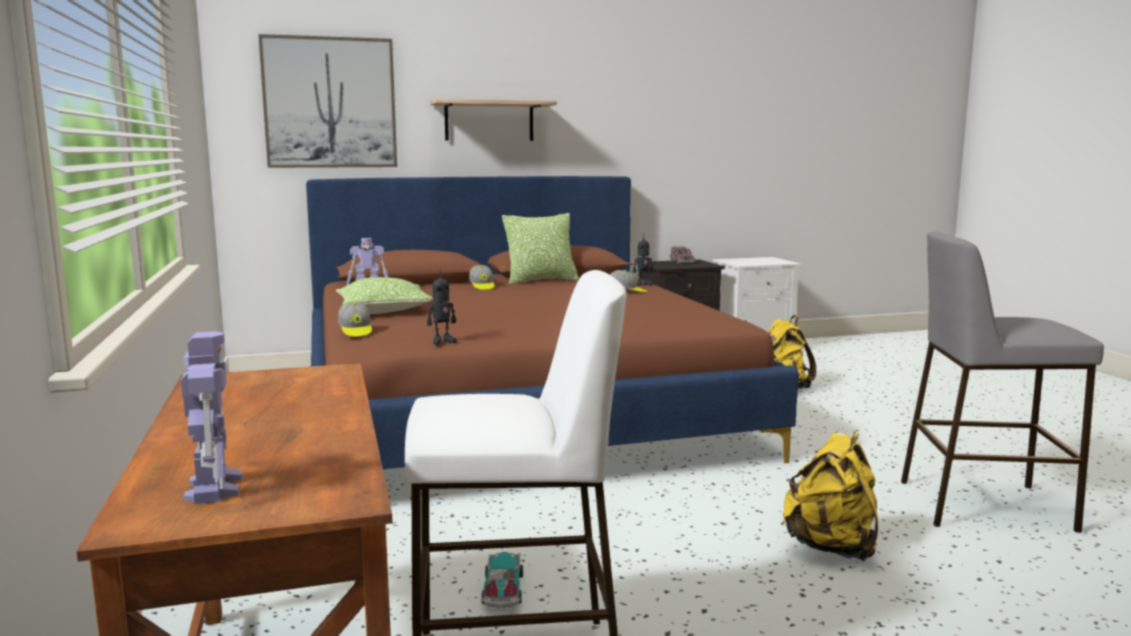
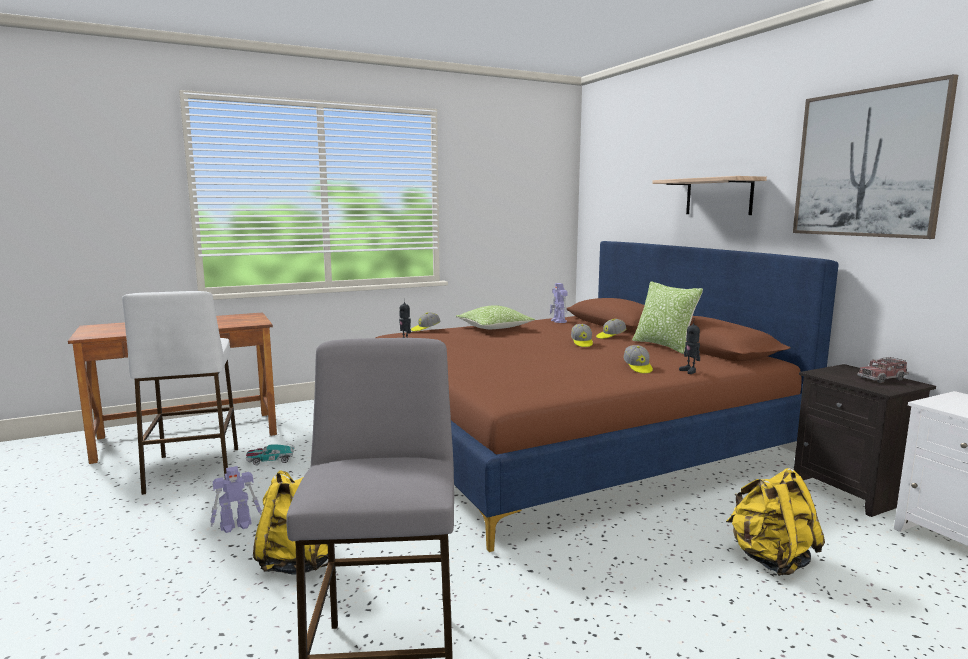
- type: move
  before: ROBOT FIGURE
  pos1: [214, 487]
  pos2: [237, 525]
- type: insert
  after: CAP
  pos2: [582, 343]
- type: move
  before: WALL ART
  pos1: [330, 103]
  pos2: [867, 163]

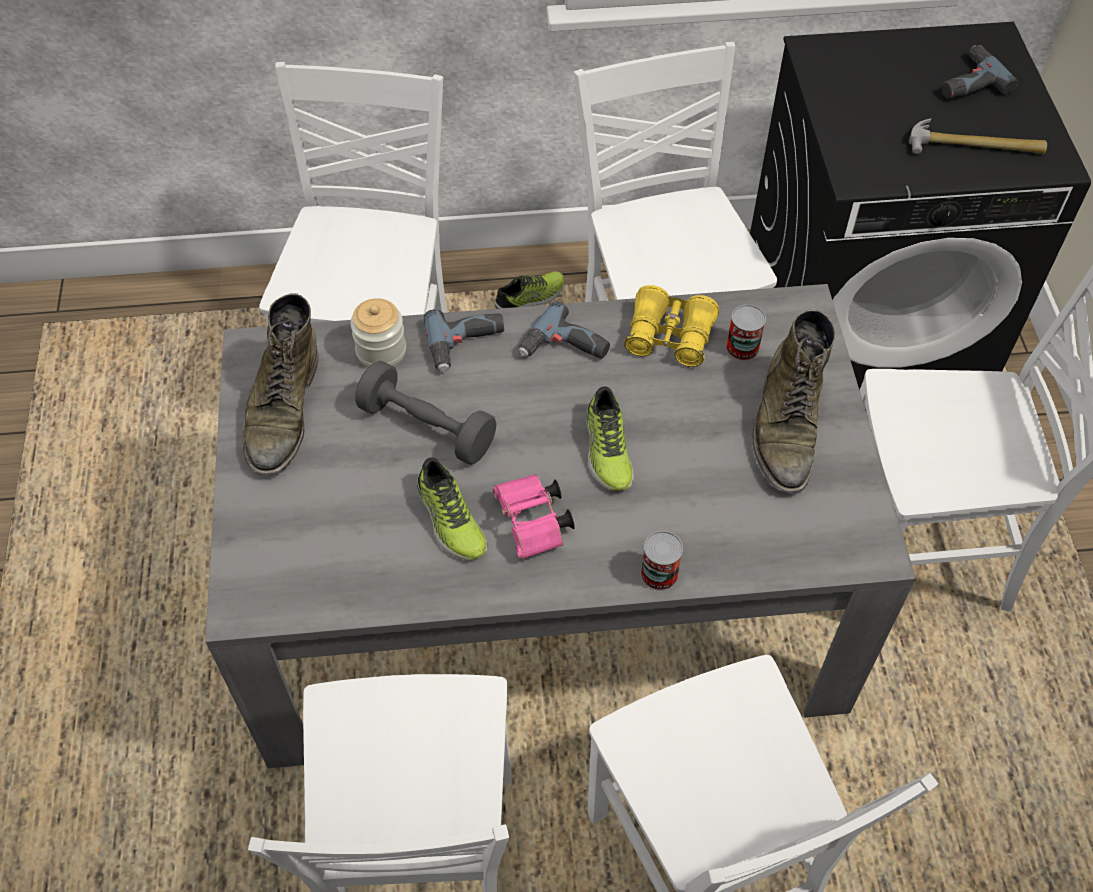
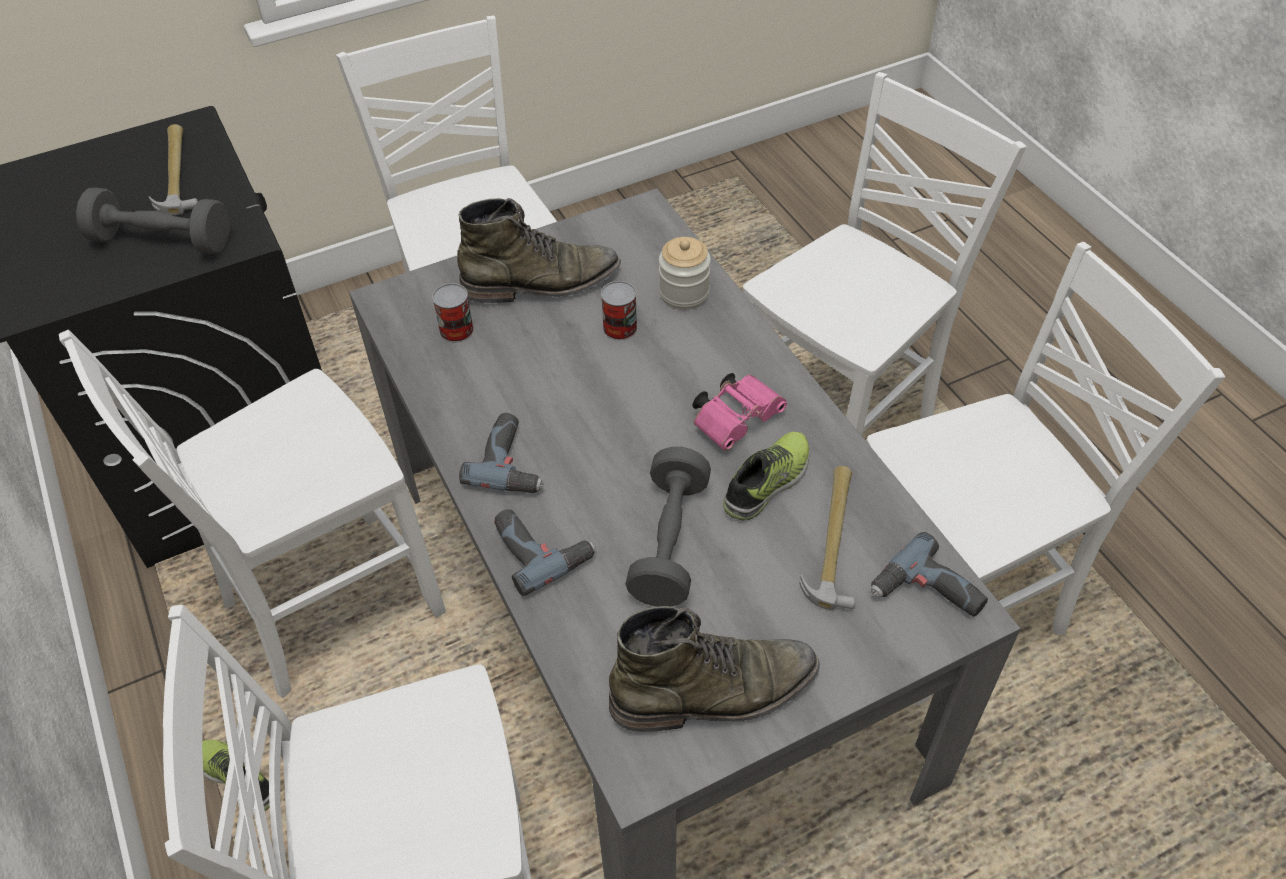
- type: insert
  after: GRAY HAND WEIGHT
  pos2: [162, 241]
- type: move
  before: SEALED CAN
  pos1: [659, 574]
  pos2: [620, 328]
- type: move
  before: STORAGE JAR
  pos1: [381, 351]
  pos2: [684, 293]
- type: insert
  after: HAMMER
  pos2: [834, 539]
- type: move
  before: POWER DRILL
  pos1: [967, 81]
  pos2: [927, 595]
- type: delete
  before: LOW SHOE
  pos1: [606, 449]
- type: delete
  before: YELLOW PAIR OF BINOCULARS
  pos1: [669, 336]

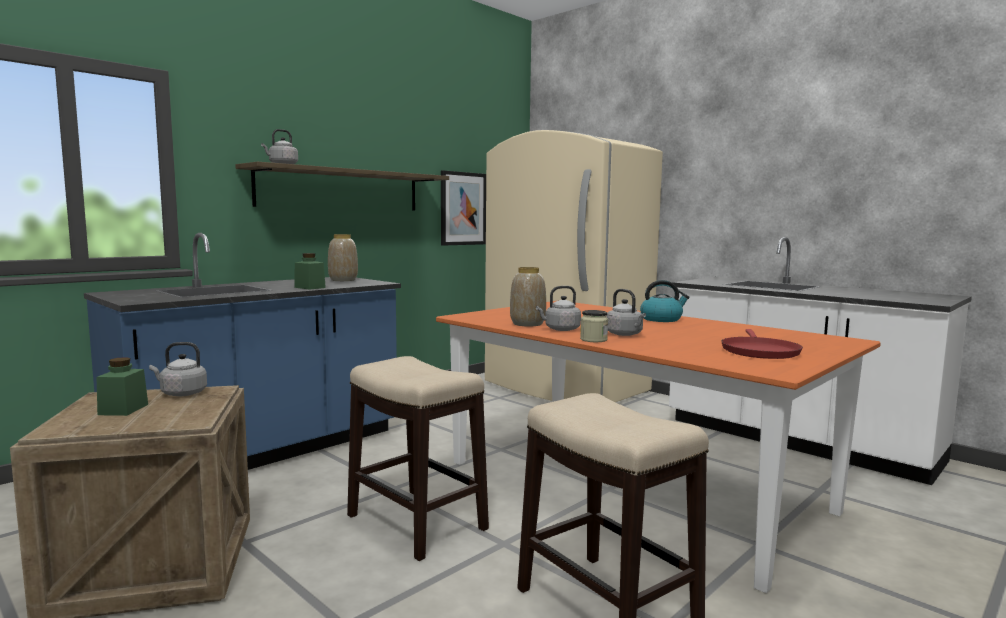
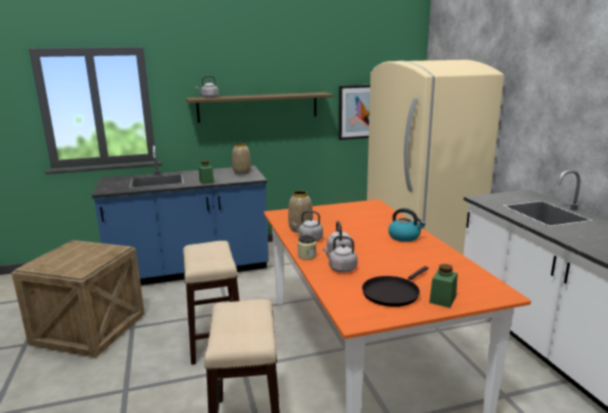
- type: move
  before: GRAY TEA KETTLE
  pos1: [181, 393]
  pos2: [341, 268]
- type: recolor
  before: REDDISH PAN
  after: BLACKISH PAN
  pos1: [758, 351]
  pos2: [392, 293]
- type: move
  before: GREEN STORAGE JAR
  pos1: [123, 409]
  pos2: [442, 299]

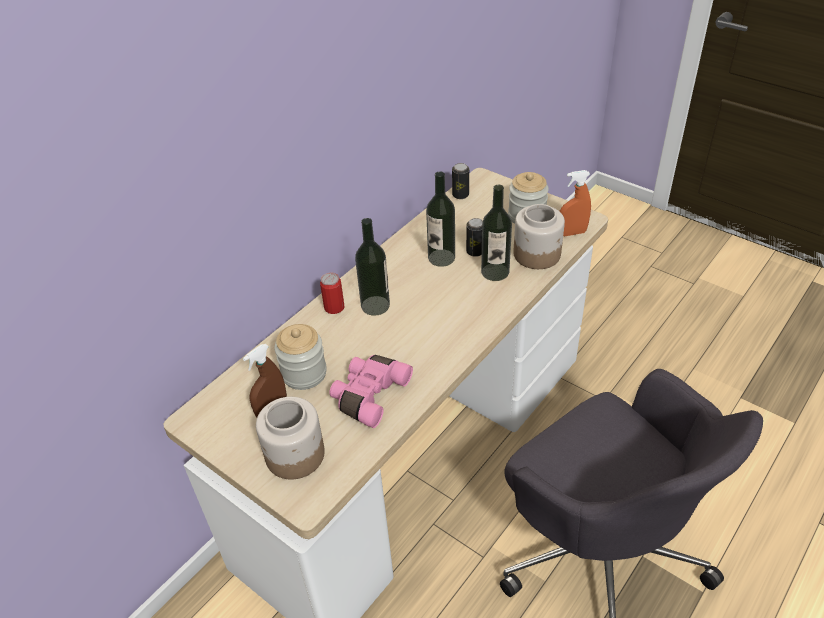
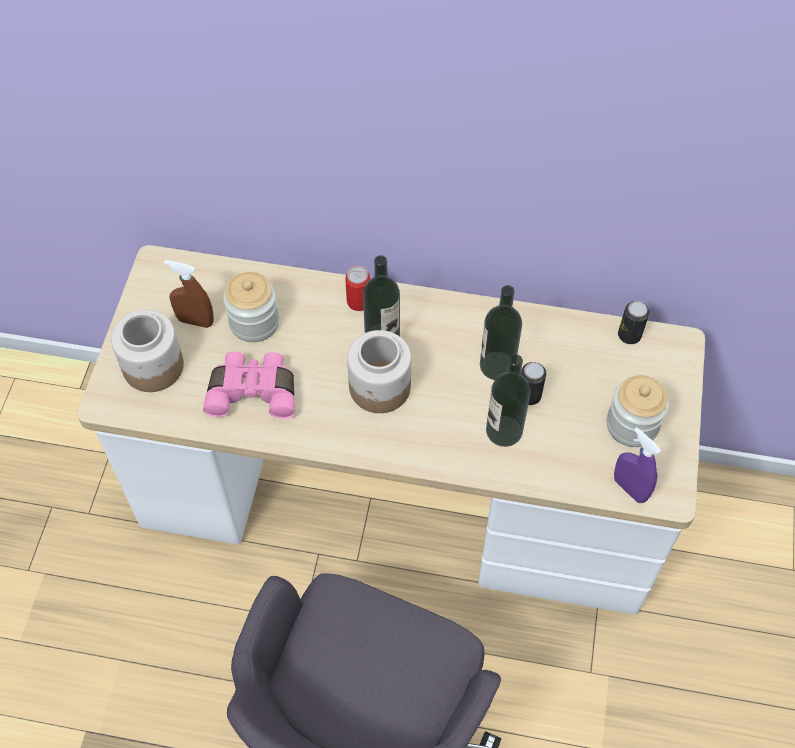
- type: move
  before: STORAGE JAR
  pos1: [537, 254]
  pos2: [380, 387]
- type: recolor
  before: ORANGE-COLOURED SPRAYER
  after: PURPLISH SPRAYER
  pos1: [572, 233]
  pos2: [629, 488]

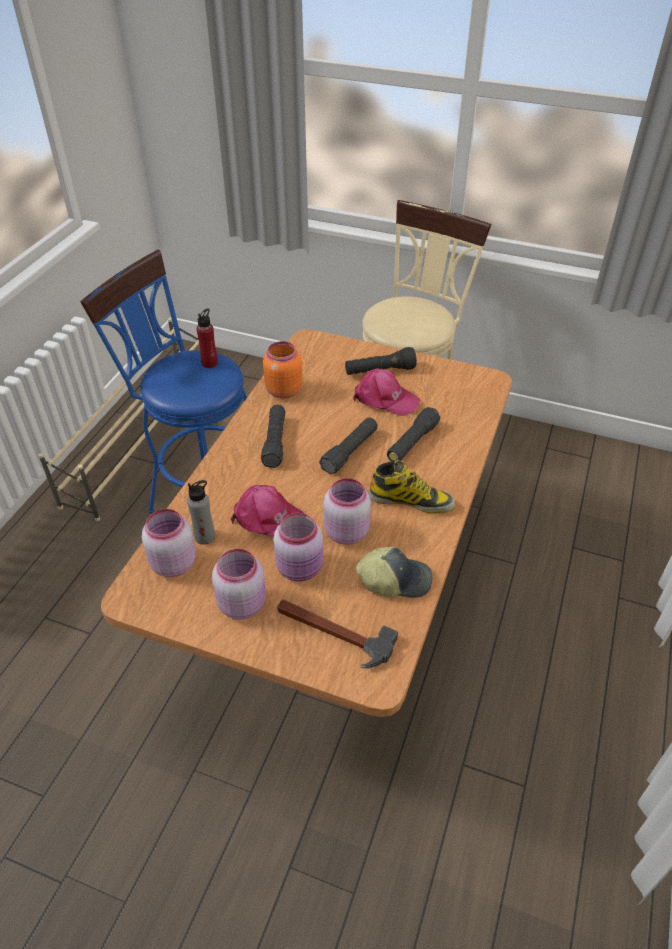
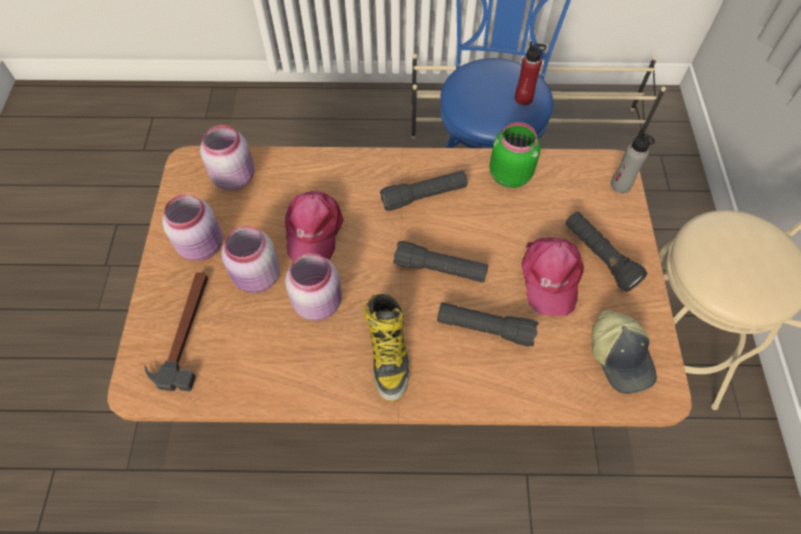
- type: recolor
  before: ORANGE-COLOURED STORAGE JAR
  after: GREEN STORAGE JAR
  pos1: [282, 391]
  pos2: [509, 174]
- type: move
  before: CAP
  pos1: [395, 579]
  pos2: [621, 357]
- type: move
  before: GRAY DRINK BOTTLE
  pos1: [205, 536]
  pos2: [620, 185]

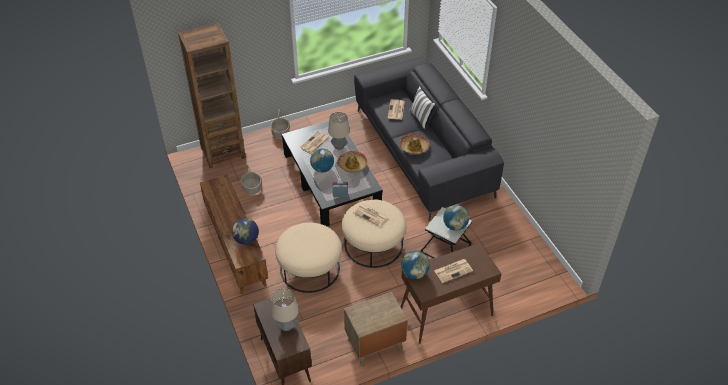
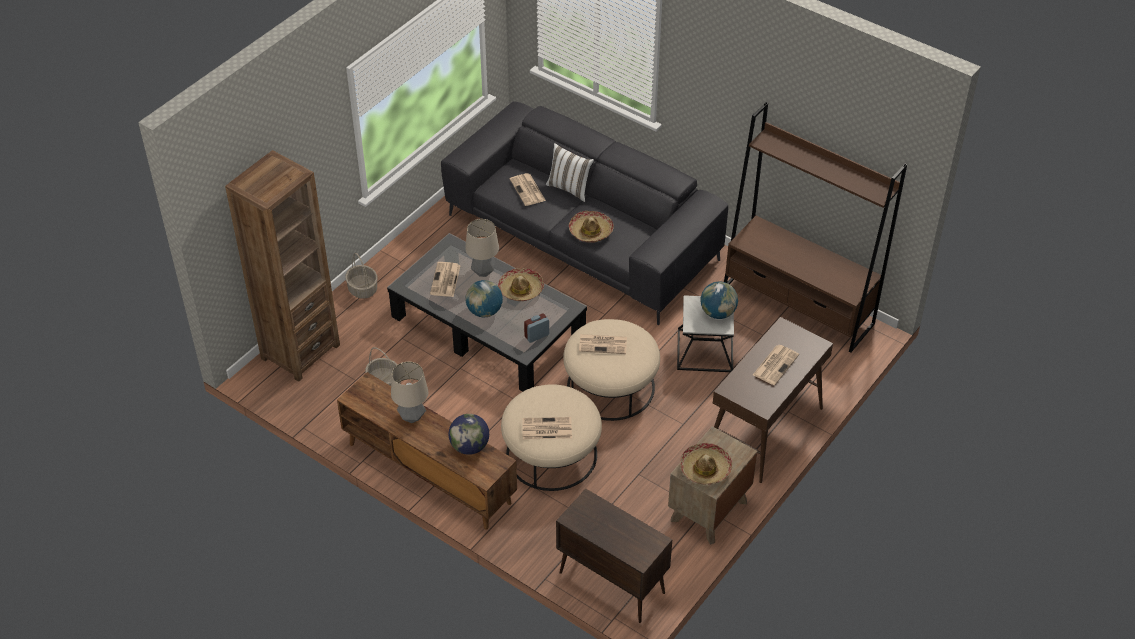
- type: move
  before: TABLETOP LAMP
  pos1: [286, 326]
  pos2: [412, 417]
- type: insert
  after: PRINTED PAPER
  pos2: [546, 429]
- type: insert
  after: WEARABLE HAT
  pos2: [705, 469]
- type: insert
  after: BROWN-COLOURED SHELVING UNIT
  pos2: [798, 306]
- type: delete
  before: DESK GLOBE
  pos1: [414, 273]

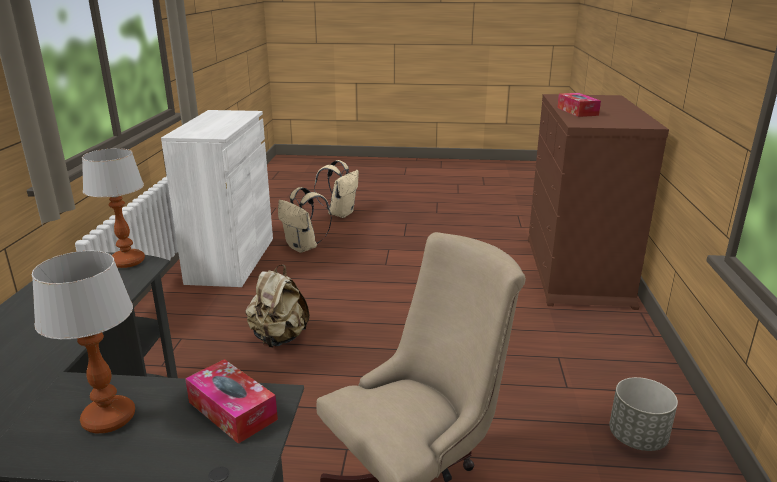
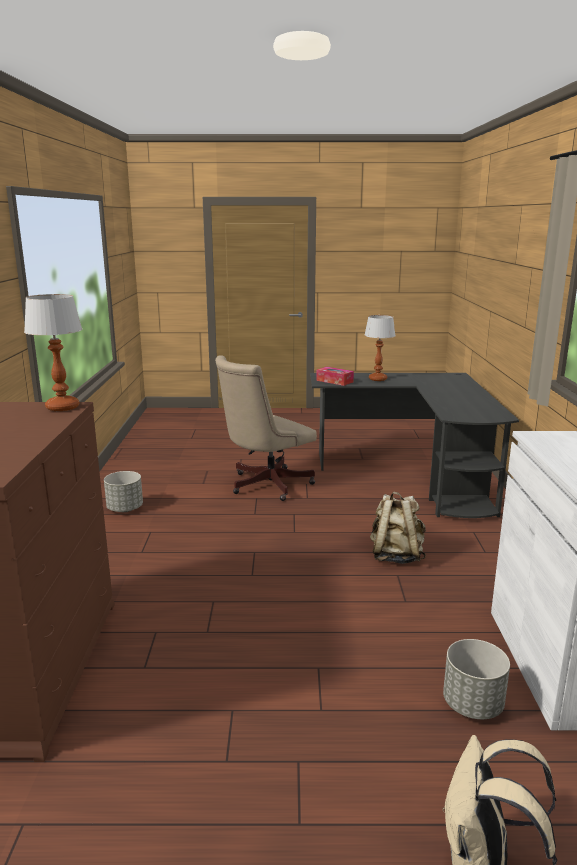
- type: move
  before: TABLETOP LAMP
  pos1: [128, 261]
  pos2: [62, 407]
- type: replace
  before: BEIGE RUCKSACK
  after: GRAY PLANT POT
  pos1: [304, 247]
  pos2: [472, 704]
- type: delete
  before: BOX OF TISSUES
  pos1: [577, 111]

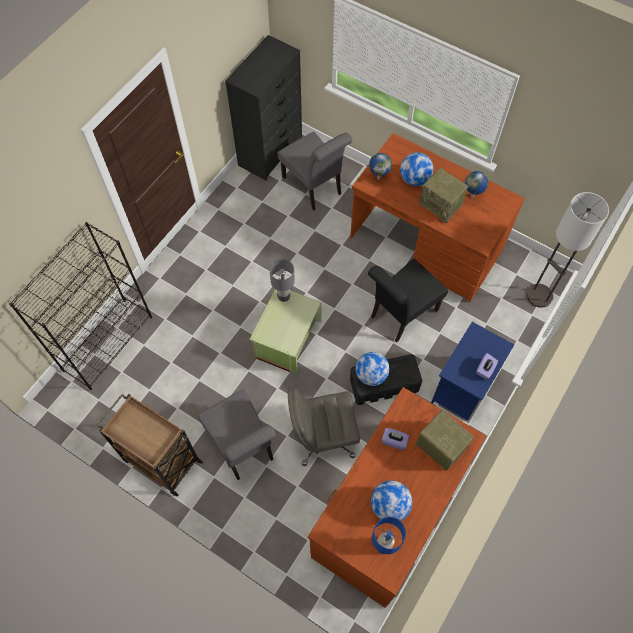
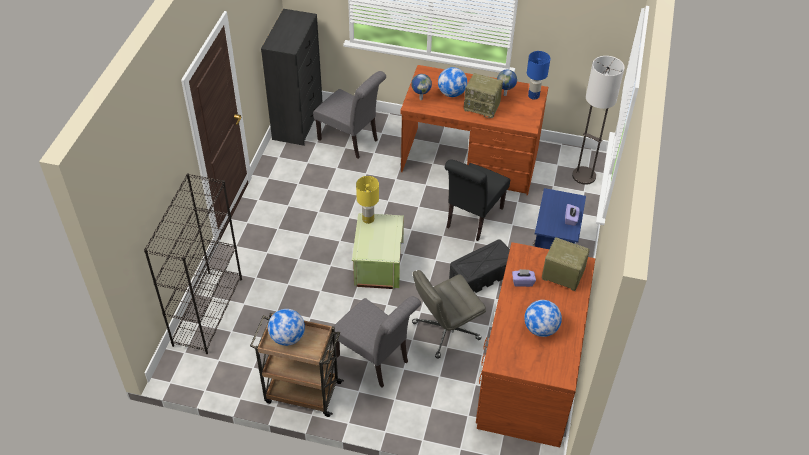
- type: move
  before: DESK GLOBE
  pos1: [371, 375]
  pos2: [287, 337]
- type: recolor
  before: GRAY TABLETOP LAMP
  after: YELLOW TABLETOP LAMP
  pos1: [283, 296]
  pos2: [368, 219]
- type: move
  before: BLUISH TABLETOP LAMP
  pos1: [383, 546]
  pos2: [533, 96]

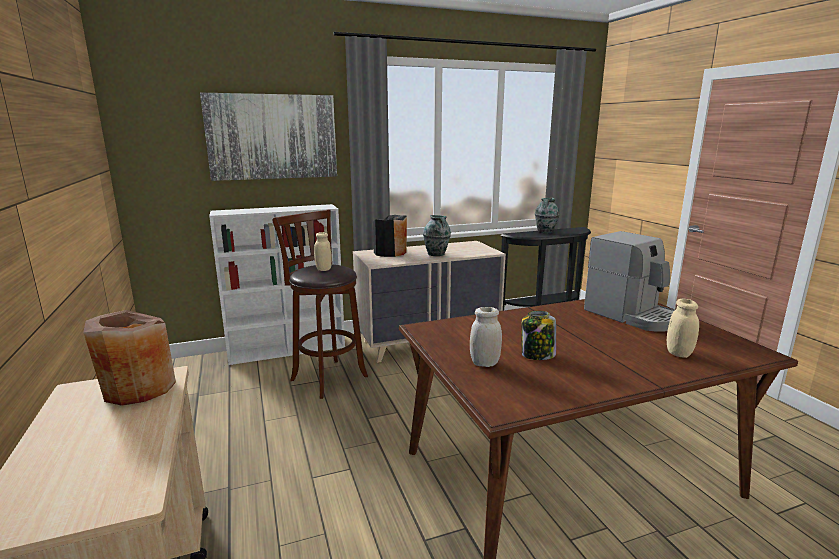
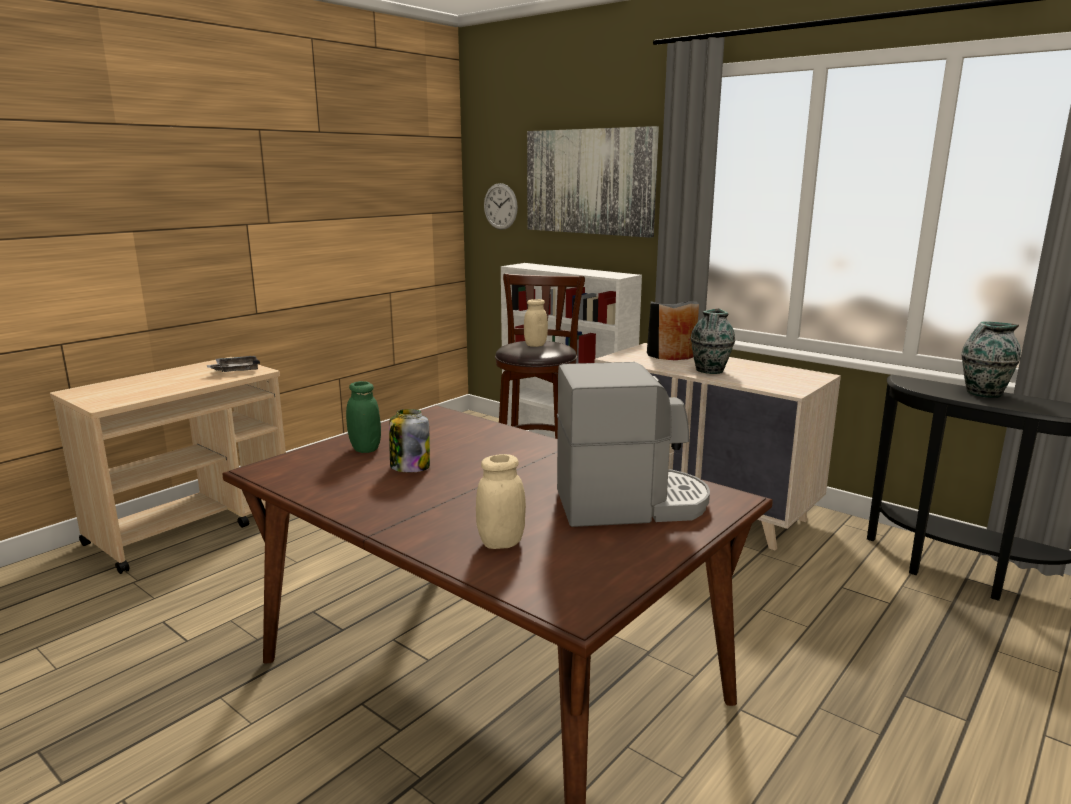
- type: replace
  before: BROWN-COLOURED FLOWER VASE
  after: GRAY CARRYING TRAY
  pos1: [138, 388]
  pos2: [236, 370]
- type: recolor
  before: WHITISH STORAGE JAR
  after: GREEN STORAGE JAR
  pos1: [484, 363]
  pos2: [365, 449]
- type: insert
  after: CLOCK ON THE WALL
  pos2: [500, 206]
- type: rotate
  before: COFFEE MAKER
  pos1: [631, 315]
  pos2: [630, 504]
  turn: -120

